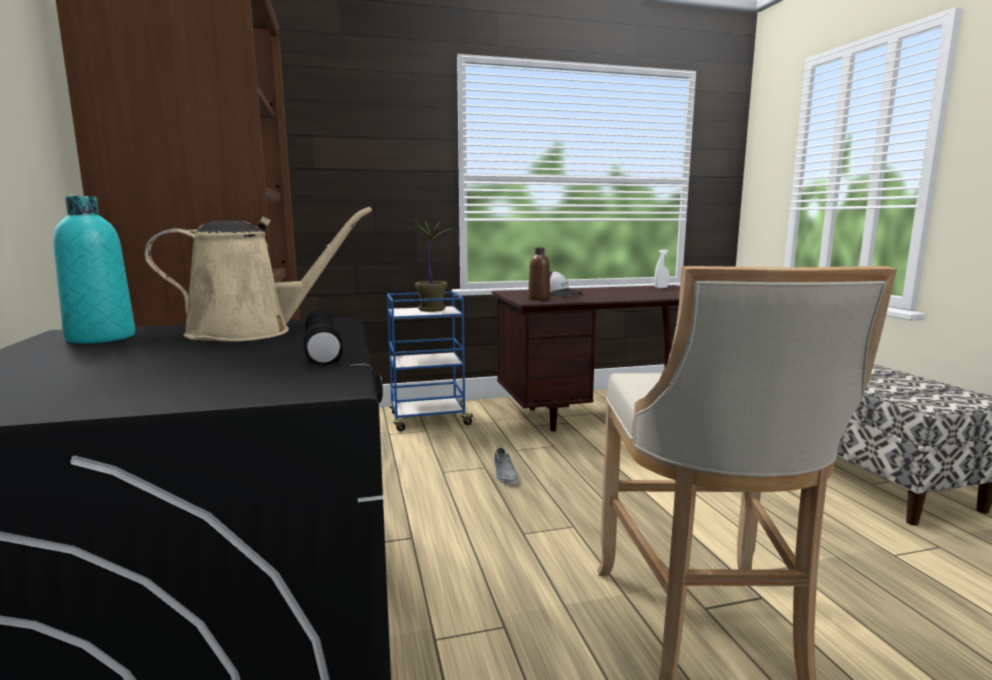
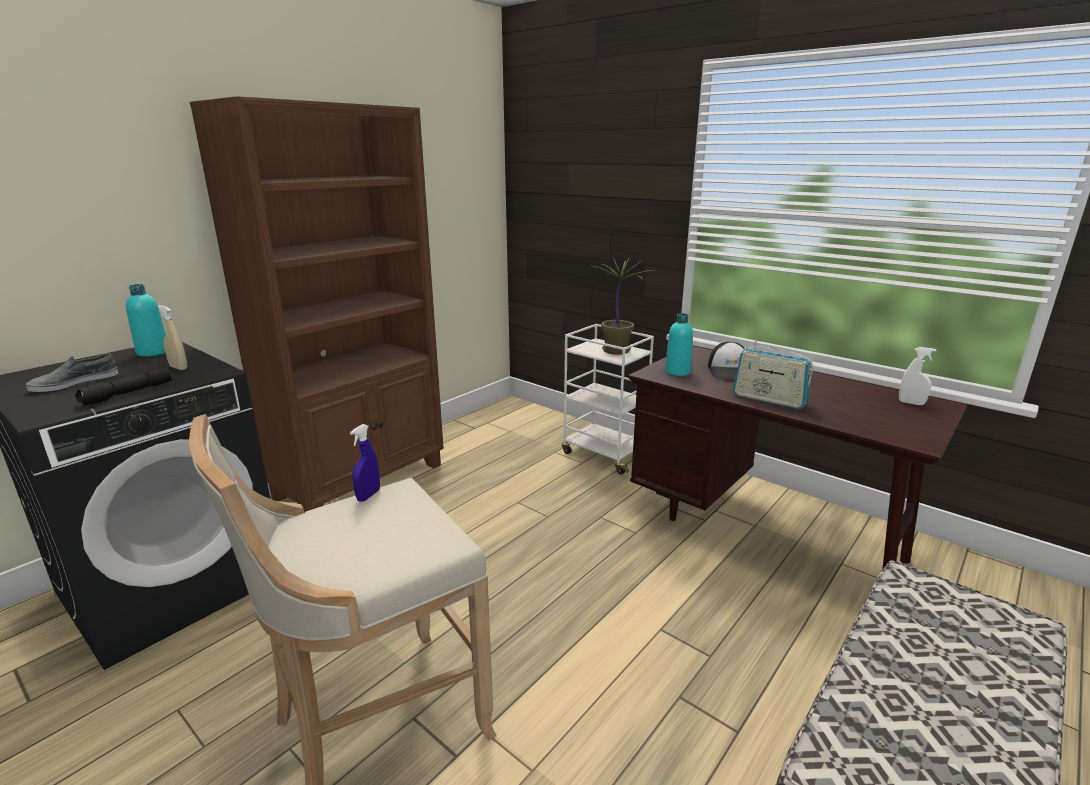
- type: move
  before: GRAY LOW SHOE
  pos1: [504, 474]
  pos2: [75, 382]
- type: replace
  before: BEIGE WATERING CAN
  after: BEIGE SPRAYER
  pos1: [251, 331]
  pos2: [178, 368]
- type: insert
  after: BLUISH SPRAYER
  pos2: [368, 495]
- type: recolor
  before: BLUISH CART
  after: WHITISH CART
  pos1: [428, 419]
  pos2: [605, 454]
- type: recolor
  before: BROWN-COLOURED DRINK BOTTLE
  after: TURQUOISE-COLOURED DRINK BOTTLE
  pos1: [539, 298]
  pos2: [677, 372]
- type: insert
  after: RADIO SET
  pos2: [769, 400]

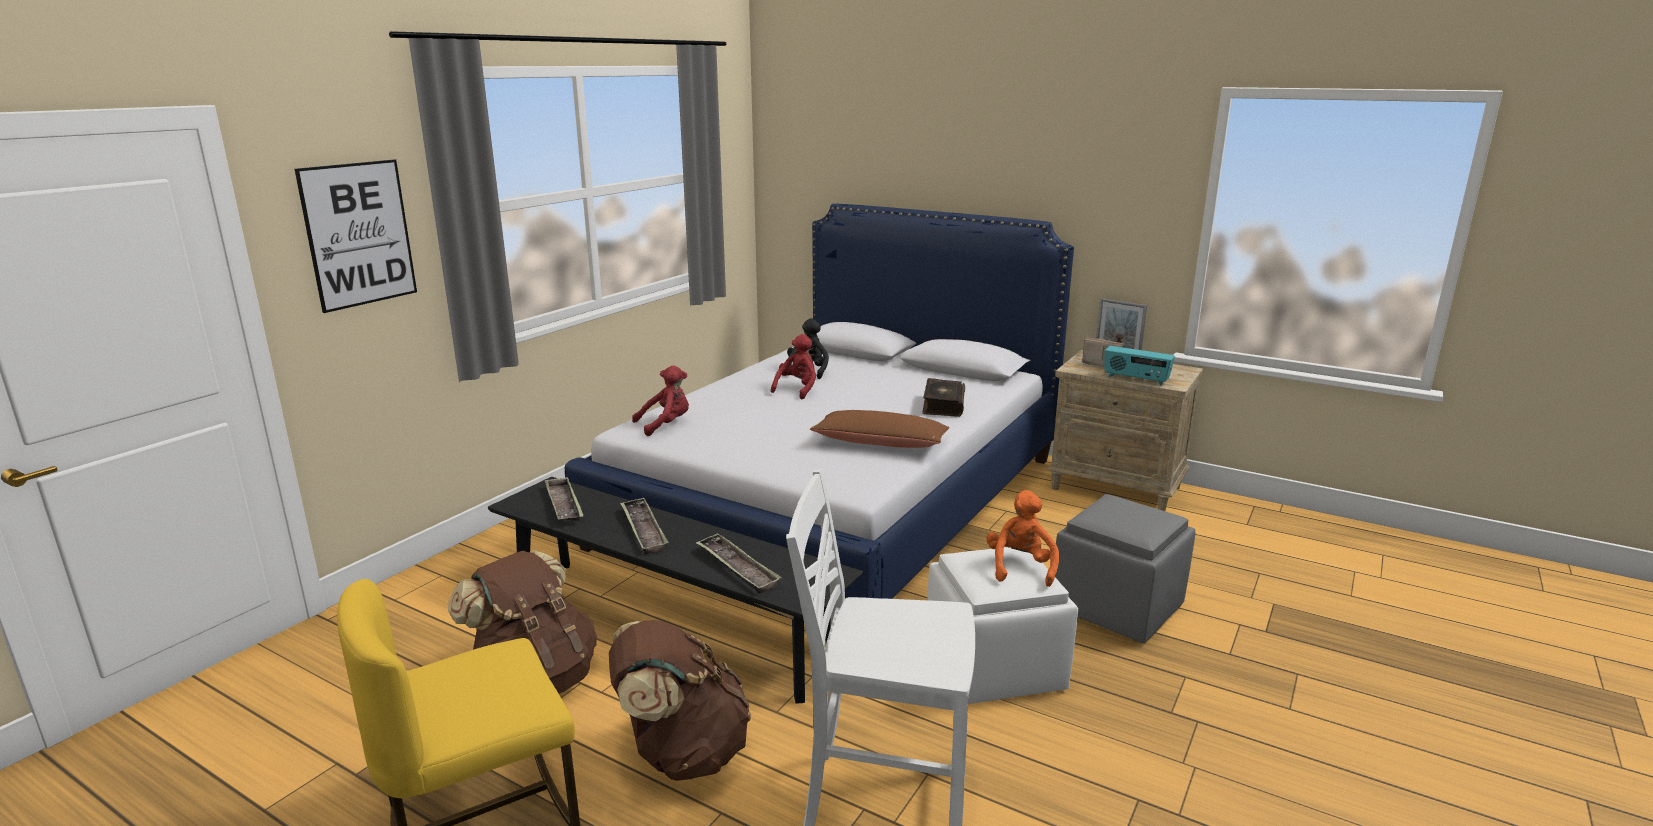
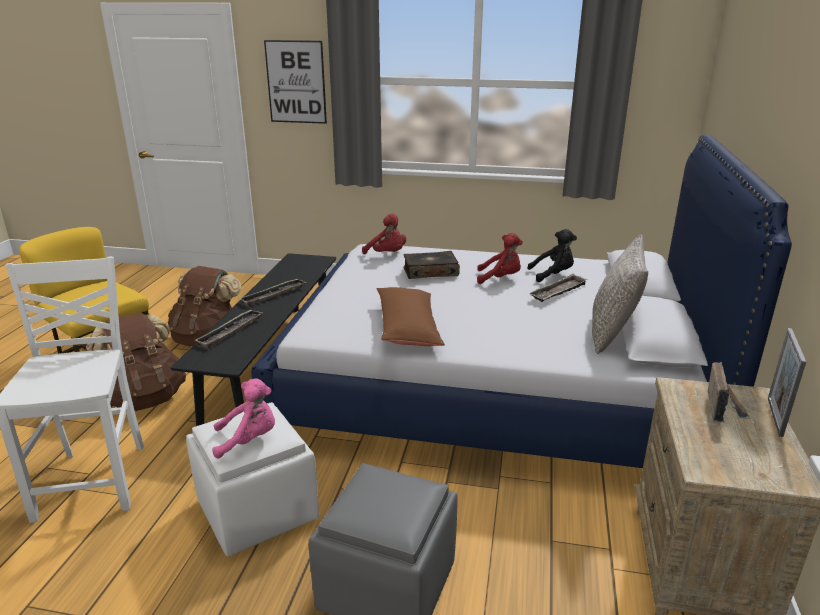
- type: recolor
  before: ORANGE-COLOURED PLUSH TOY
  after: PINK-COLOURED PLUSH TOY
  pos1: [1020, 567]
  pos2: [249, 440]
- type: move
  before: VOLUME
  pos1: [942, 406]
  pos2: [430, 272]
- type: move
  before: CARRYING TRAY
  pos1: [564, 505]
  pos2: [558, 292]
- type: insert
  after: GRAY THROW PILLOW
  pos2: [612, 332]
- type: delete
  before: RADIO SET
  pos1: [1135, 379]

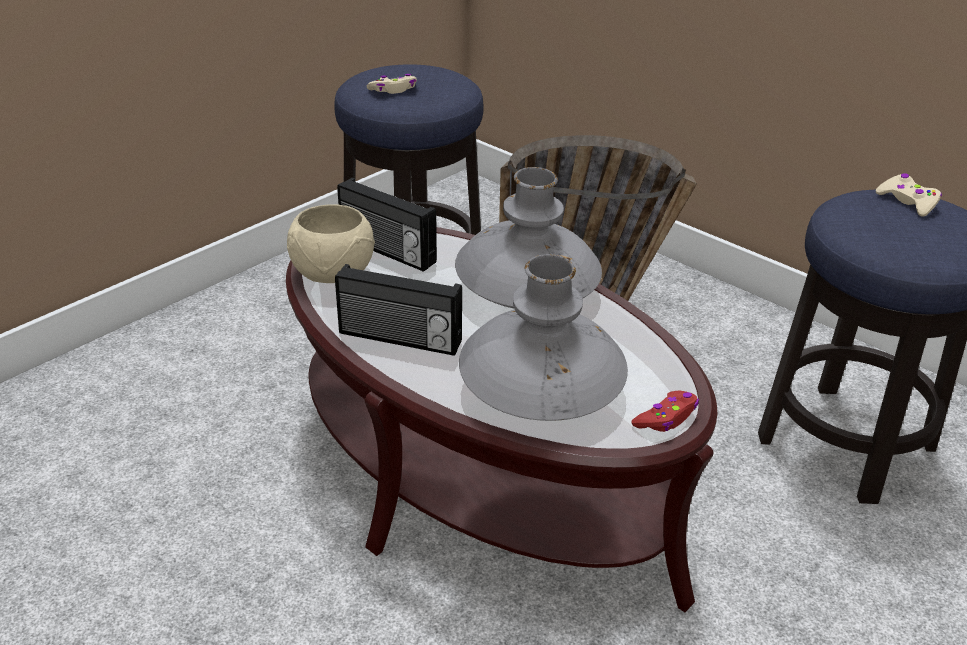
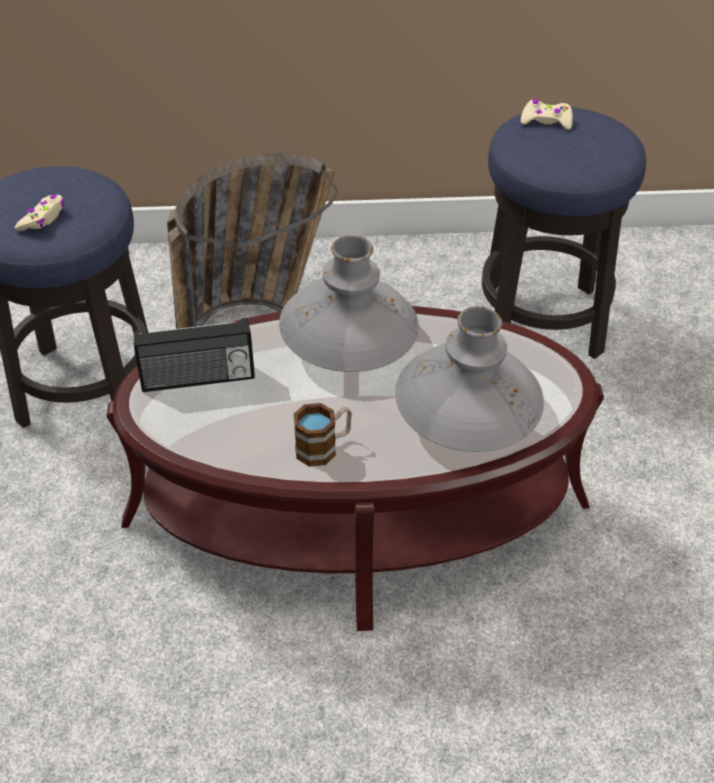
- type: replace
  before: RADIO SET
  after: COFFEE MUG
  pos1: [399, 339]
  pos2: [324, 447]
- type: delete
  before: BEIGE DEEP DISH
  pos1: [334, 274]
- type: delete
  before: REDDISH JOYPAD
  pos1: [666, 418]

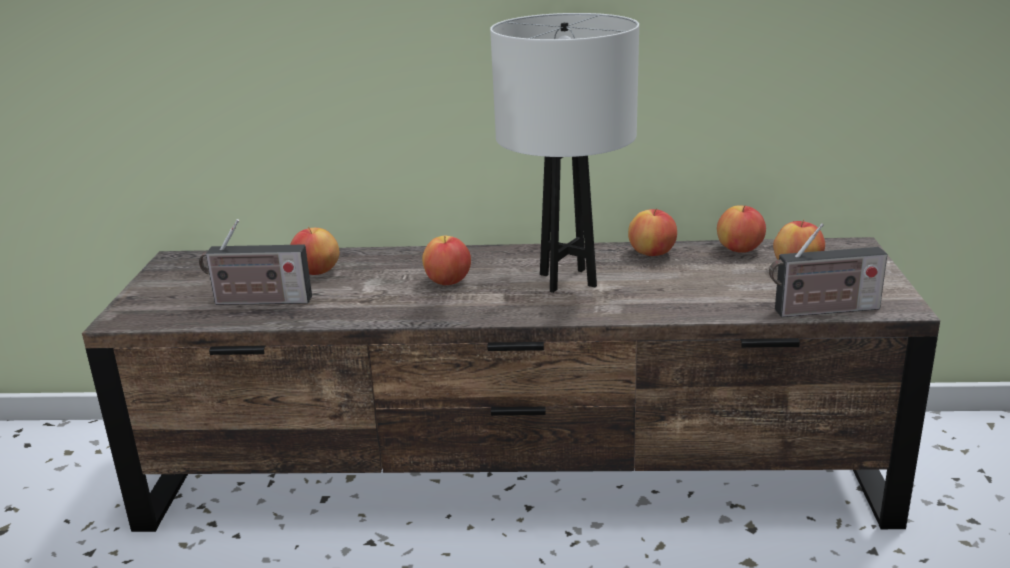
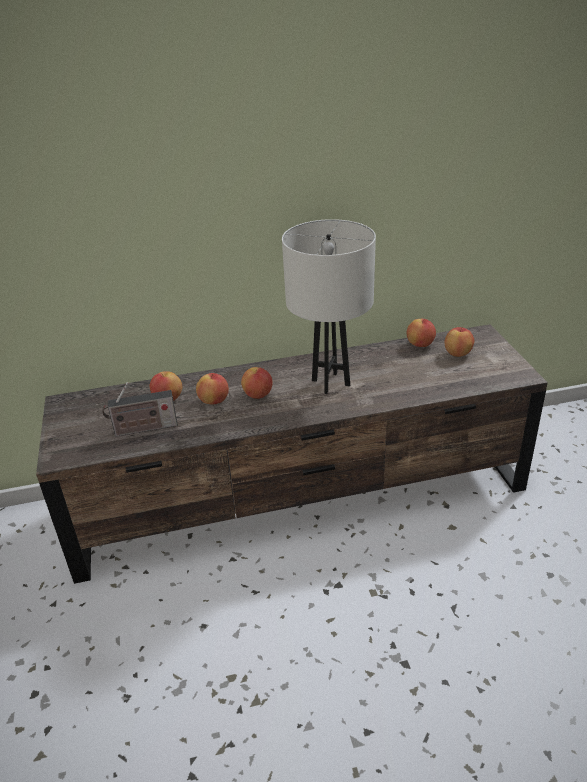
- type: move
  before: APPLE FRUIT
  pos1: [652, 253]
  pos2: [214, 401]
- type: delete
  before: RADIO SET
  pos1: [822, 310]

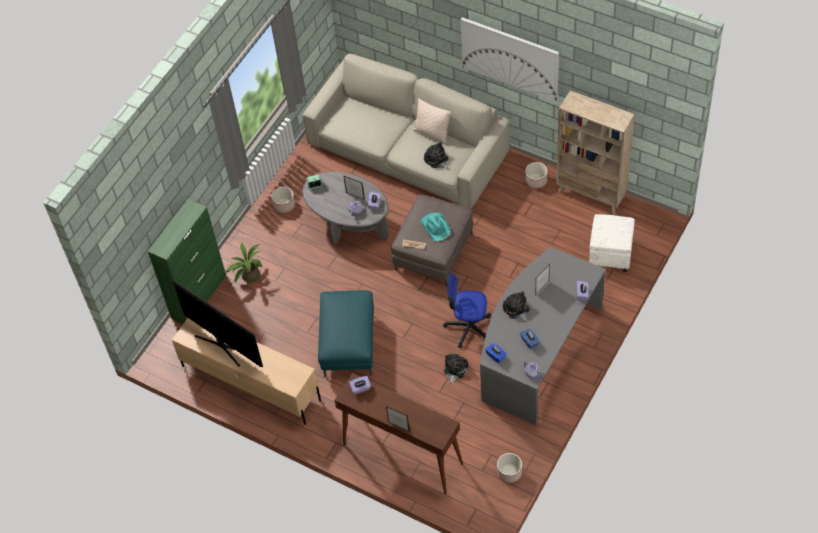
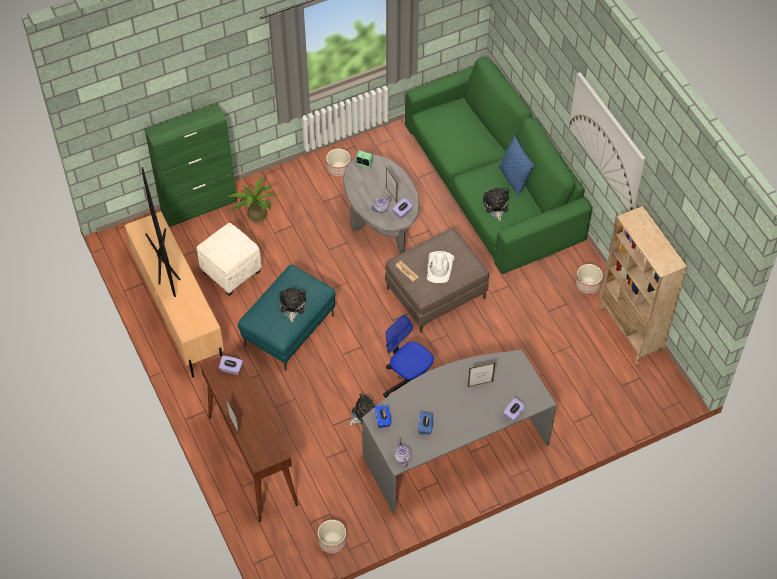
- type: move
  before: WHITISH FOOTREST
  pos1: [610, 255]
  pos2: [231, 273]
- type: move
  before: PLUSH TOY
  pos1: [516, 309]
  pos2: [292, 306]
- type: recolor
  before: BEIGE SETTEE
  after: GREEN SETTEE
  pos1: [407, 149]
  pos2: [491, 183]
- type: recolor
  before: TURQUOISE-COLOURED WEARABLE HAT
  after: WHITISH WEARABLE HAT
  pos1: [435, 227]
  pos2: [440, 267]
- type: recolor
  before: BEIGE THROW PILLOW
  after: BLUISH THROW PILLOW
  pos1: [432, 133]
  pos2: [513, 179]

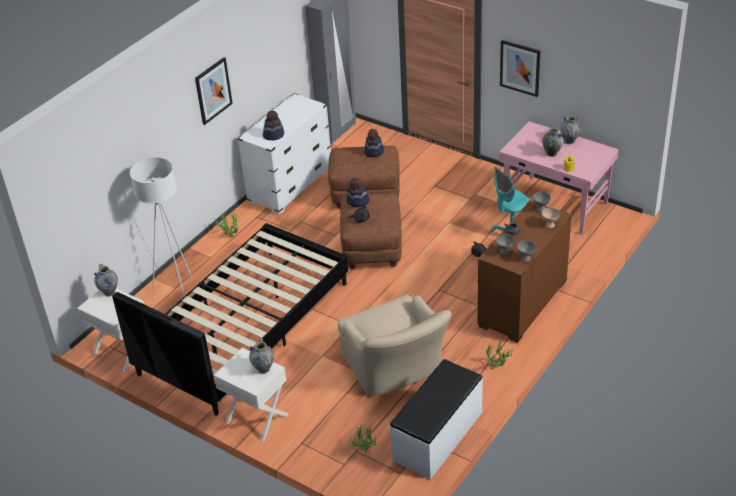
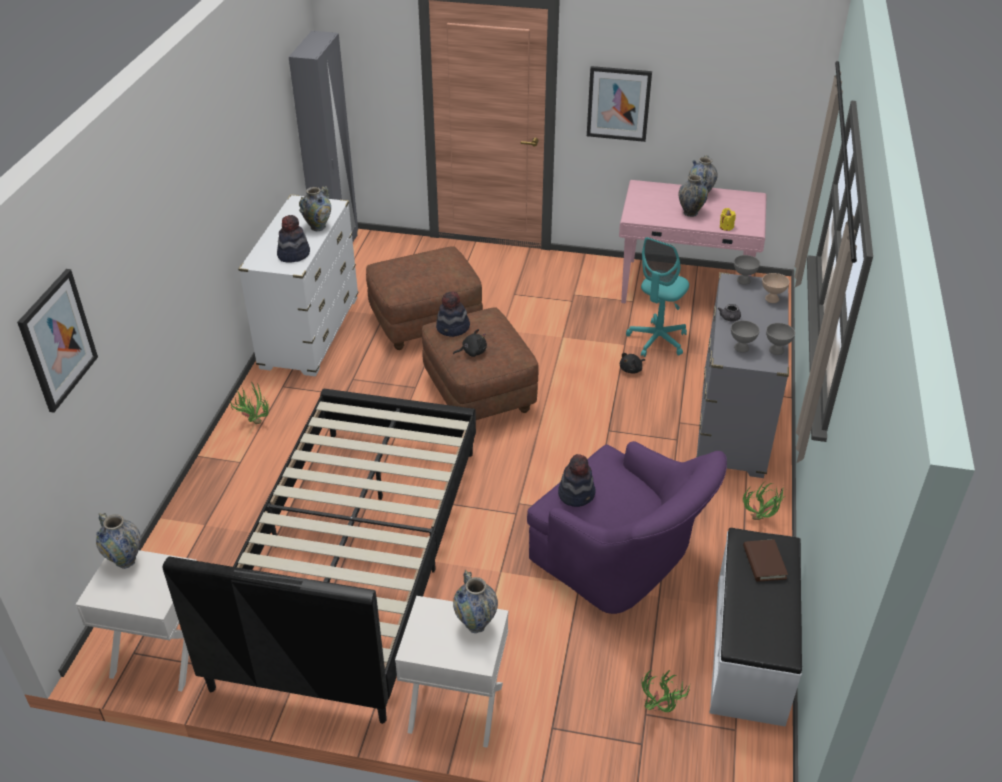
- type: move
  before: WALL ART
  pos1: [213, 90]
  pos2: [57, 340]
- type: insert
  after: FLOWER VASE
  pos2: [318, 227]
- type: recolor
  before: BEIGE LOUNGE CHAIR
  after: PURPLISH LOUNGE CHAIR
  pos1: [396, 368]
  pos2: [621, 561]
- type: move
  before: WEARABLE HAT
  pos1: [374, 152]
  pos2: [577, 494]
- type: recolor
  before: BROWN-COLOURED DRAWER CHEST
  after: GRAY DRAWER CHEST
  pos1: [522, 305]
  pos2: [732, 424]
- type: insert
  after: BROWN-COLOURED VOLUME
  pos2: [764, 562]
- type: delete
  before: WHITISH STANDING LAMP
  pos1: [176, 290]

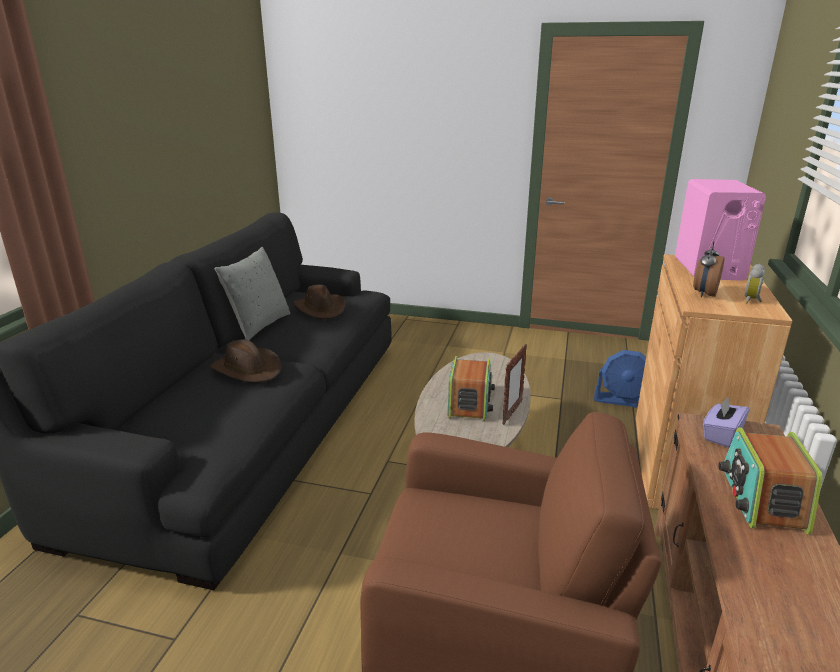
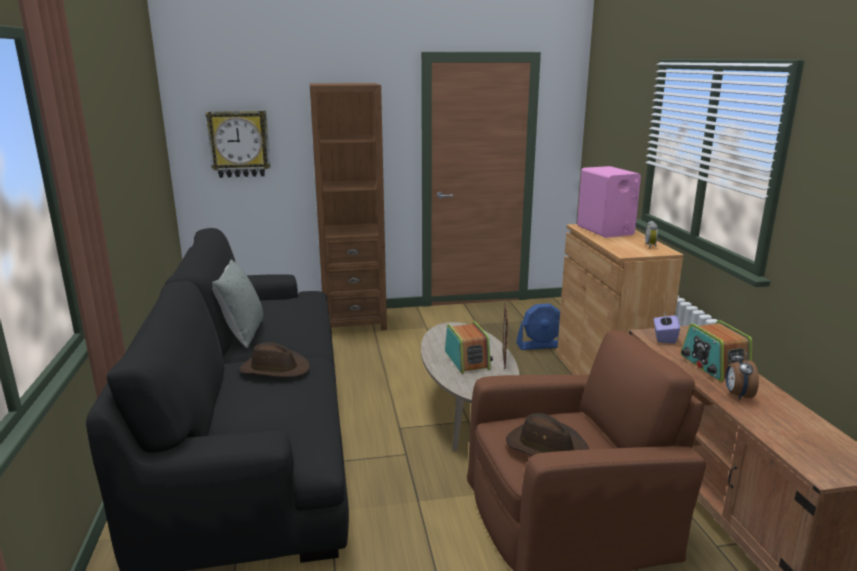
- type: insert
  after: CLOCK ON THE WALL
  pos2: [239, 144]
- type: insert
  after: BROWN-COLOURED SHELVING UNIT
  pos2: [354, 322]
- type: move
  before: BROWN-COLOURED WEARABLE HAT
  pos1: [320, 309]
  pos2: [547, 447]
- type: move
  before: TABLE CLOCK
  pos1: [704, 294]
  pos2: [737, 395]

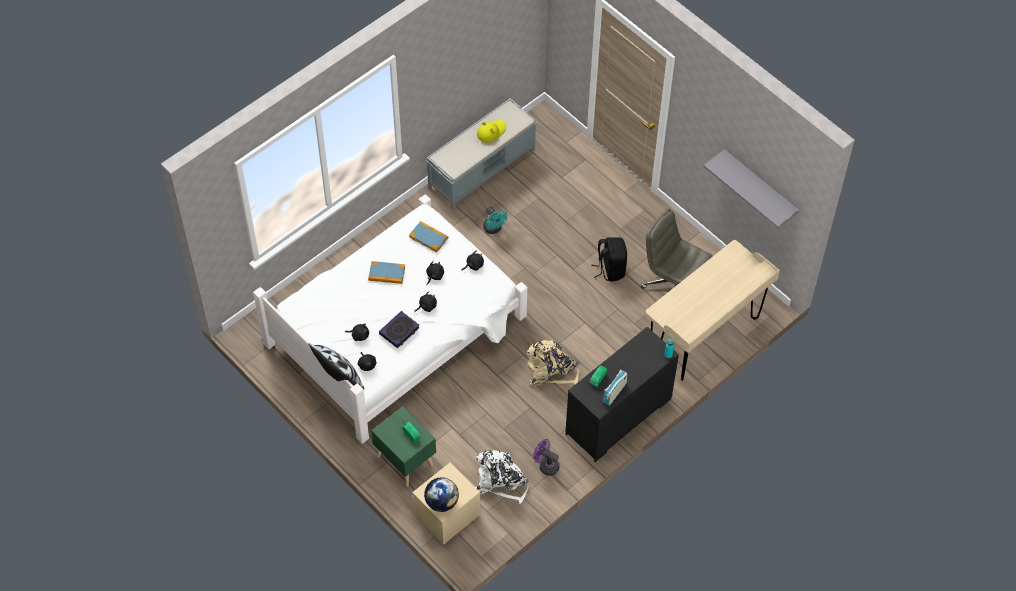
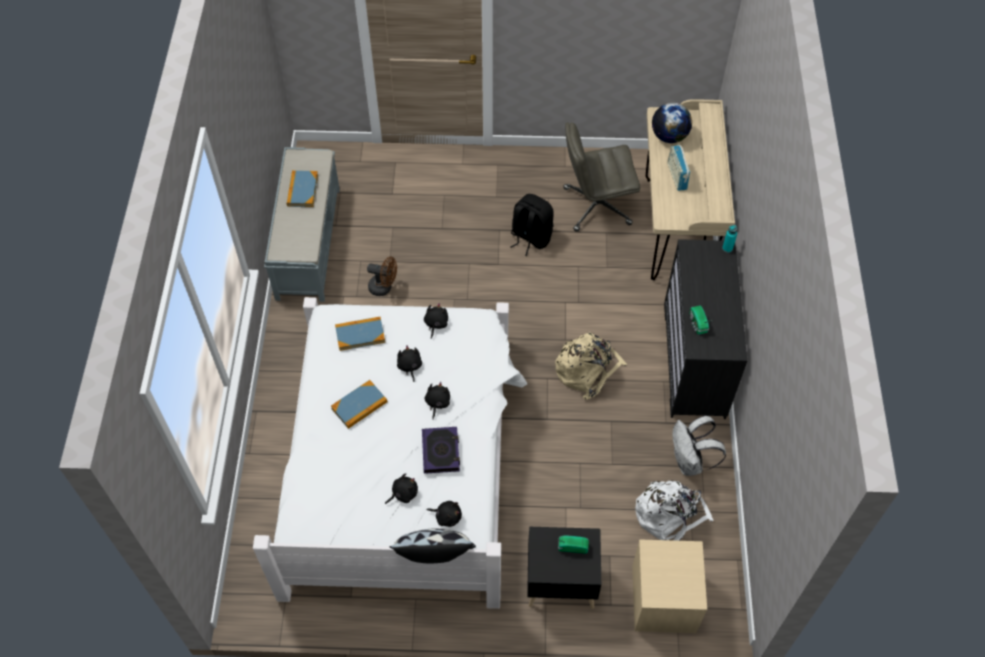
- type: replace
  before: YELLOW WEARABLE HAT
  after: VOLUME
  pos1: [491, 132]
  pos2: [302, 190]
- type: recolor
  before: TURQUOISE-COLOURED COOLING FAN
  after: BROWN-COLOURED COOLING FAN
  pos1: [494, 229]
  pos2: [384, 287]
- type: recolor
  before: GREEN NIGHTSTAND
  after: BLACKISH NIGHTSTAND
  pos1: [405, 459]
  pos2: [560, 583]
- type: move
  before: DESK GLOBE
  pos1: [442, 502]
  pos2: [669, 136]
- type: move
  before: RADIO SET
  pos1: [614, 393]
  pos2: [677, 176]
- type: replace
  before: PURPLISH COOLING FAN
  after: WHITISH RUCKSACK
  pos1: [546, 465]
  pos2: [689, 462]
- type: delete
  before: GRAY WALL SHELF
  pos1: [759, 186]

